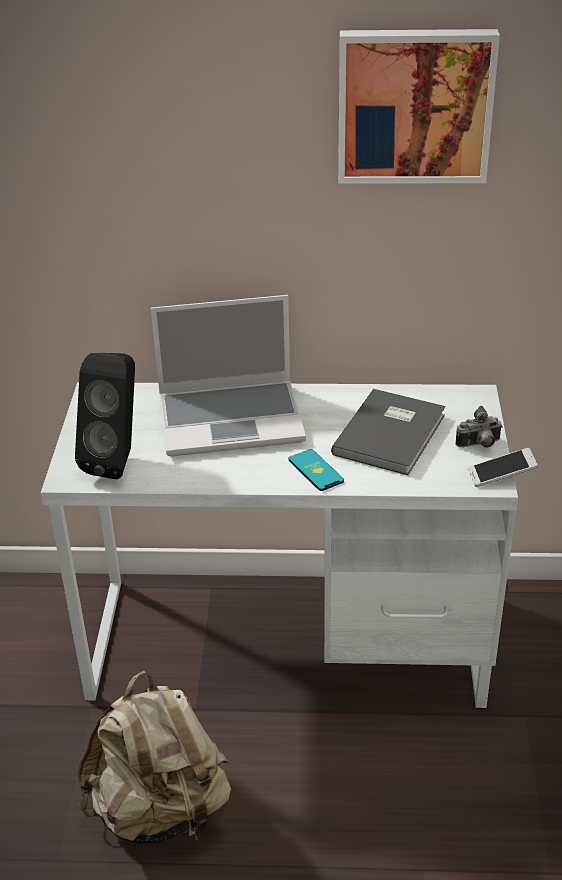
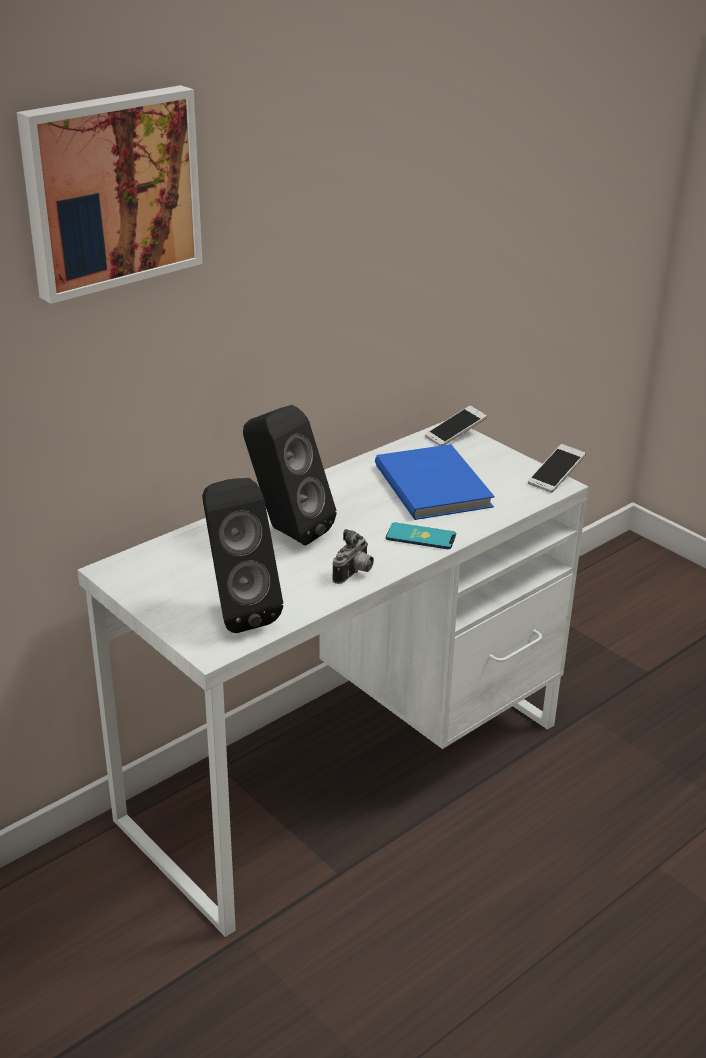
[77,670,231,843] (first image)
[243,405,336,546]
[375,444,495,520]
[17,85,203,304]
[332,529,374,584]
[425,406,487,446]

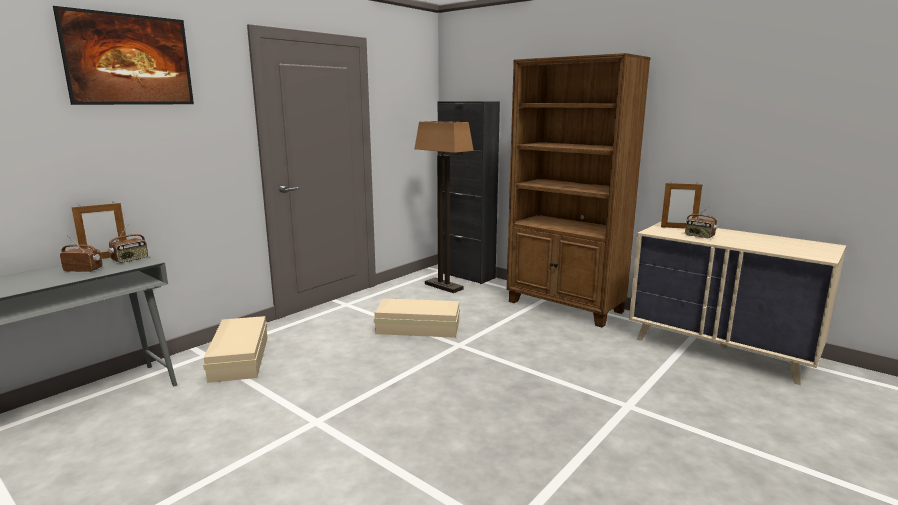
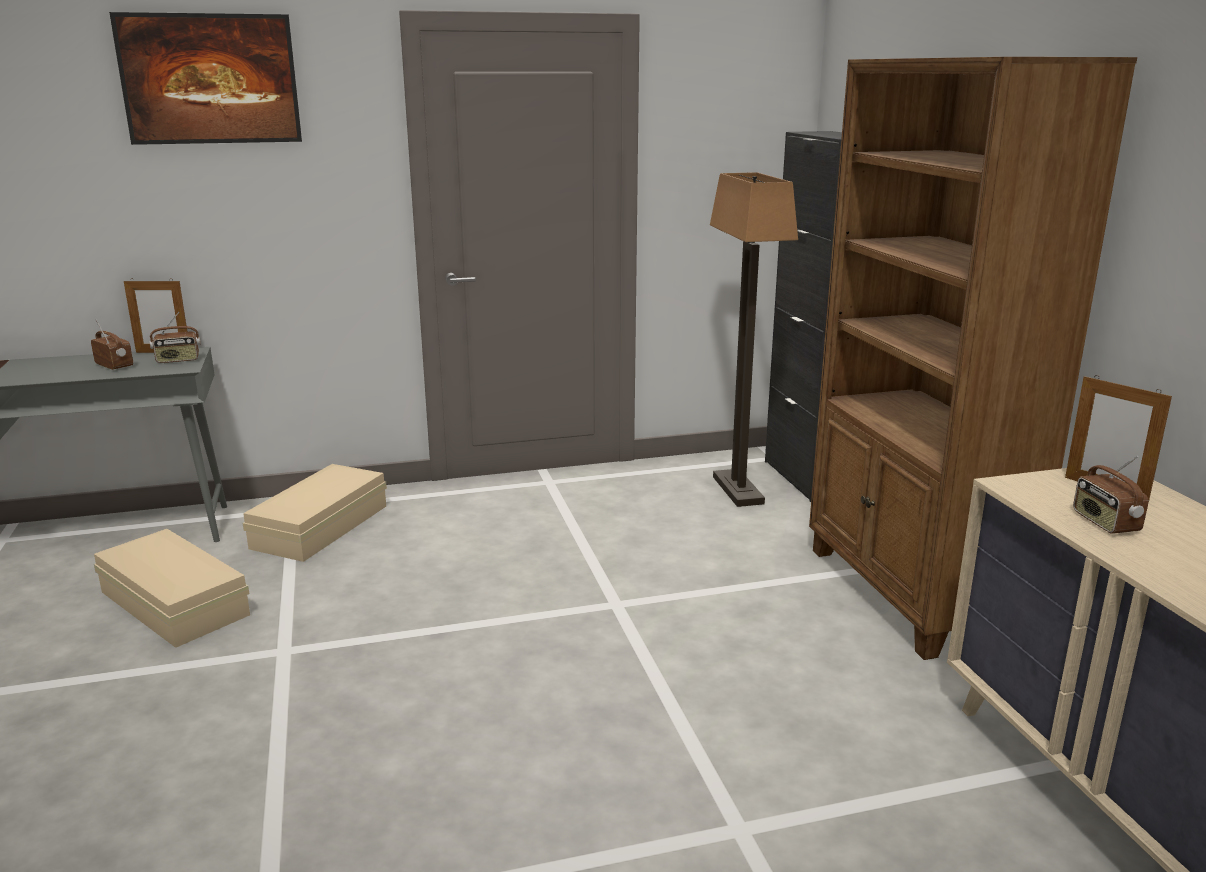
[94,529,250,648]

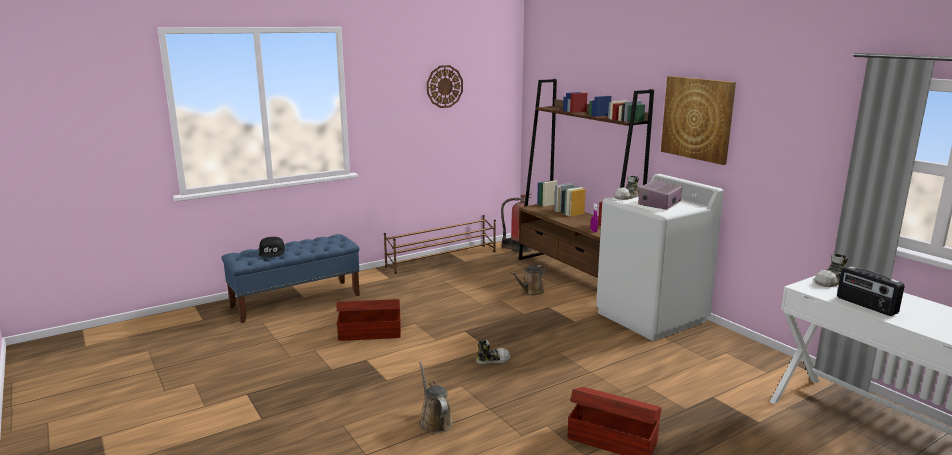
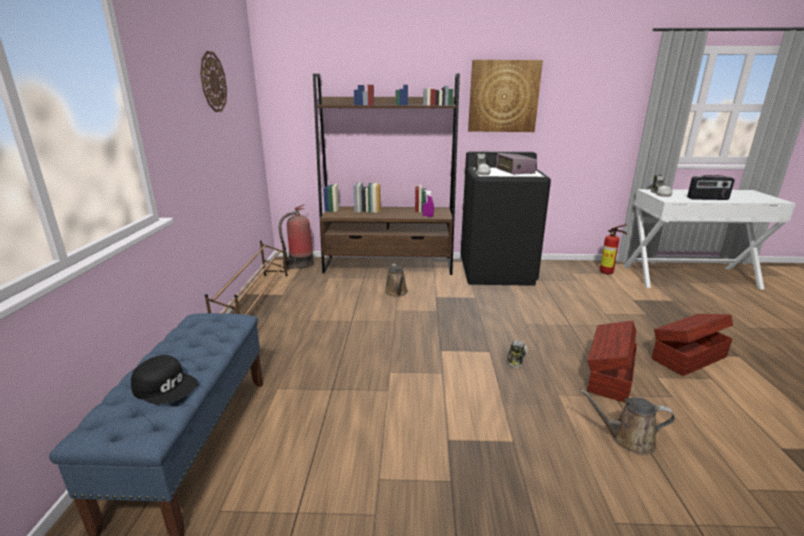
[587,321,637,403]
[461,152,551,286]
[600,224,628,274]

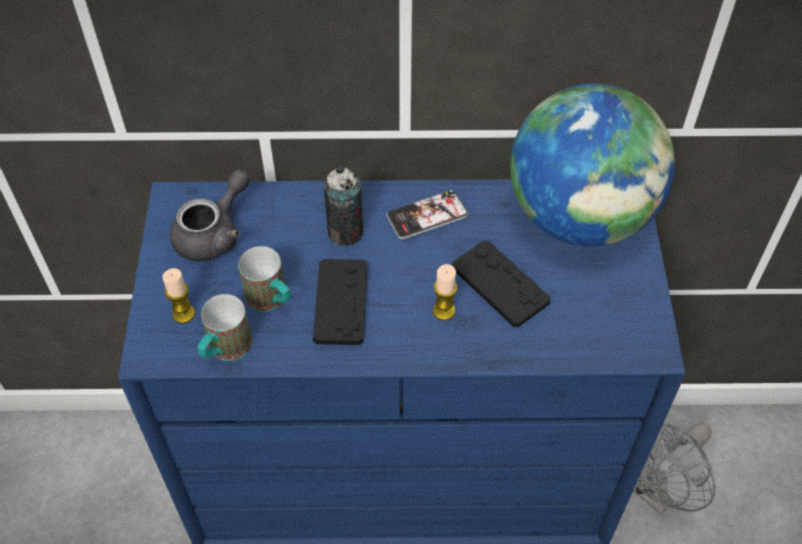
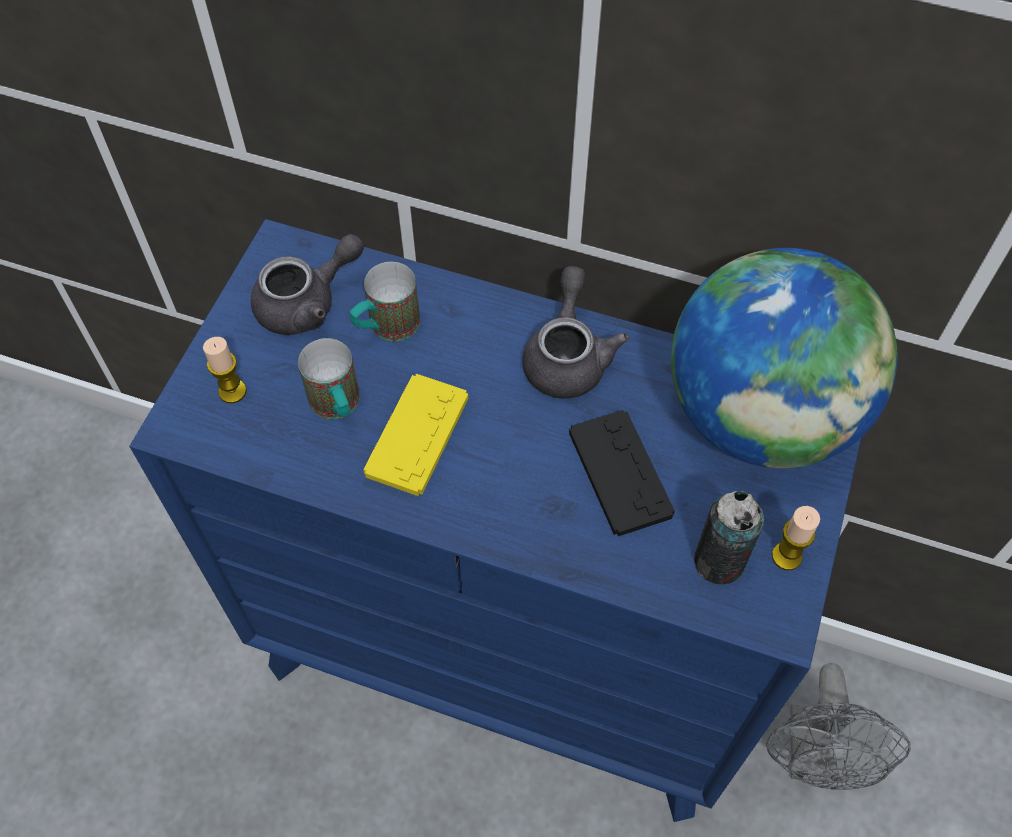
[350,262,420,341]
[363,374,468,496]
[694,491,764,585]
[522,266,629,399]
[772,506,820,570]
[766,663,911,790]

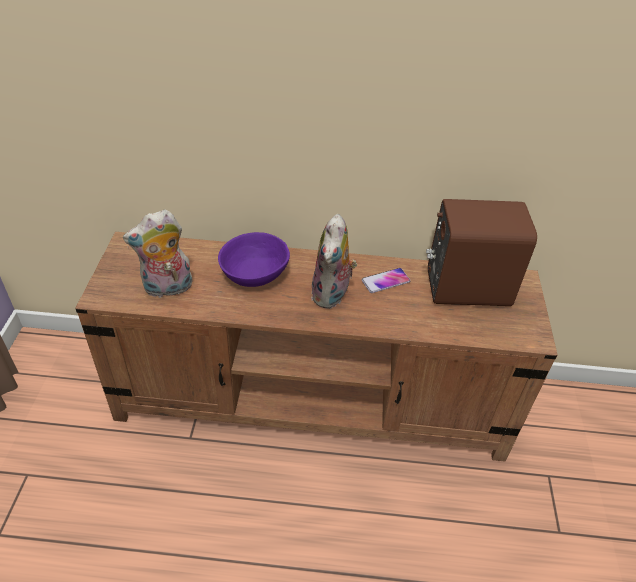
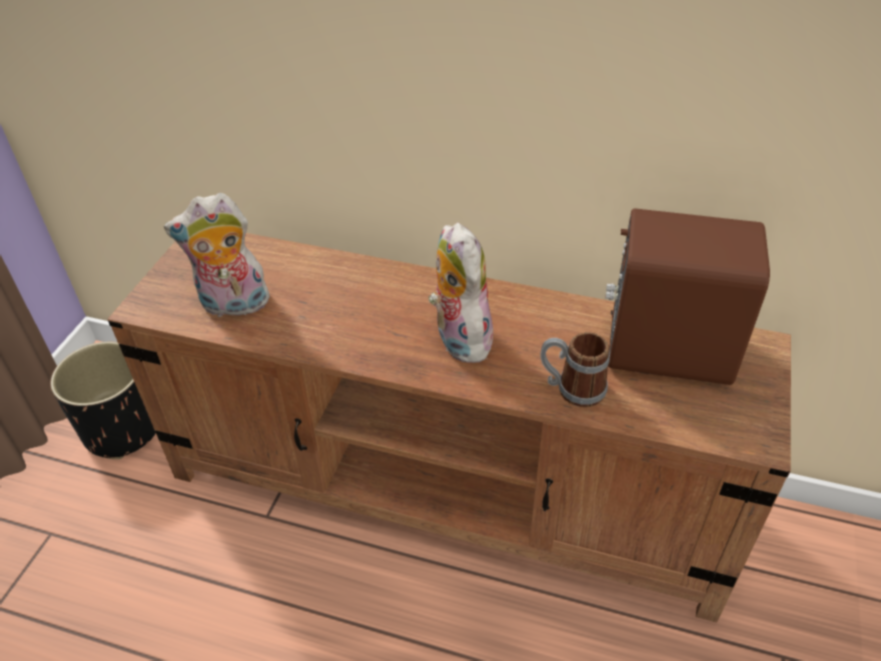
[218,232,290,287] (first image)
[428,222,494,363]
[362,268,410,293] (first image)
[50,342,156,459]
[540,332,610,407]

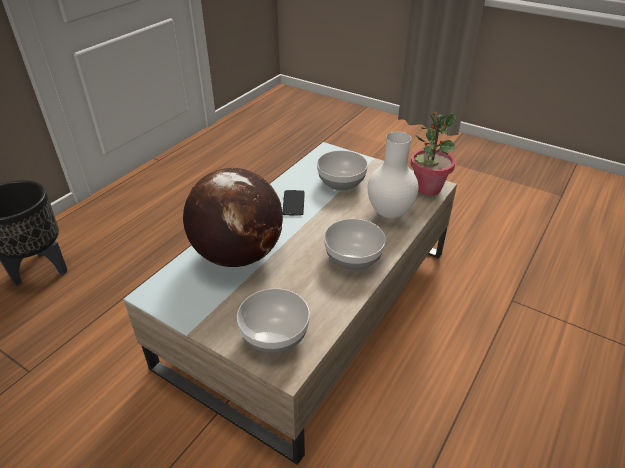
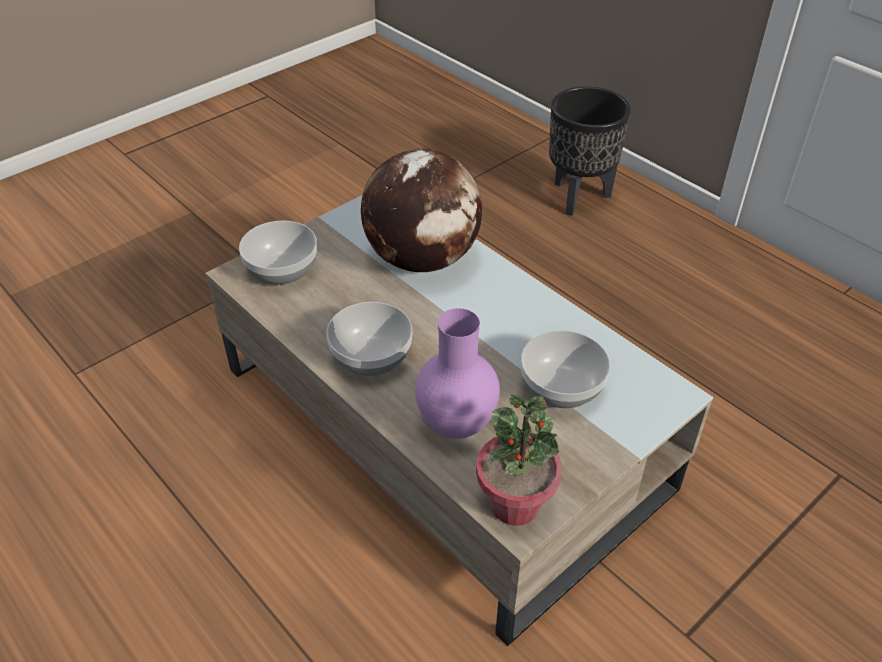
[282,190,305,215] (first image)
[415,308,500,439]

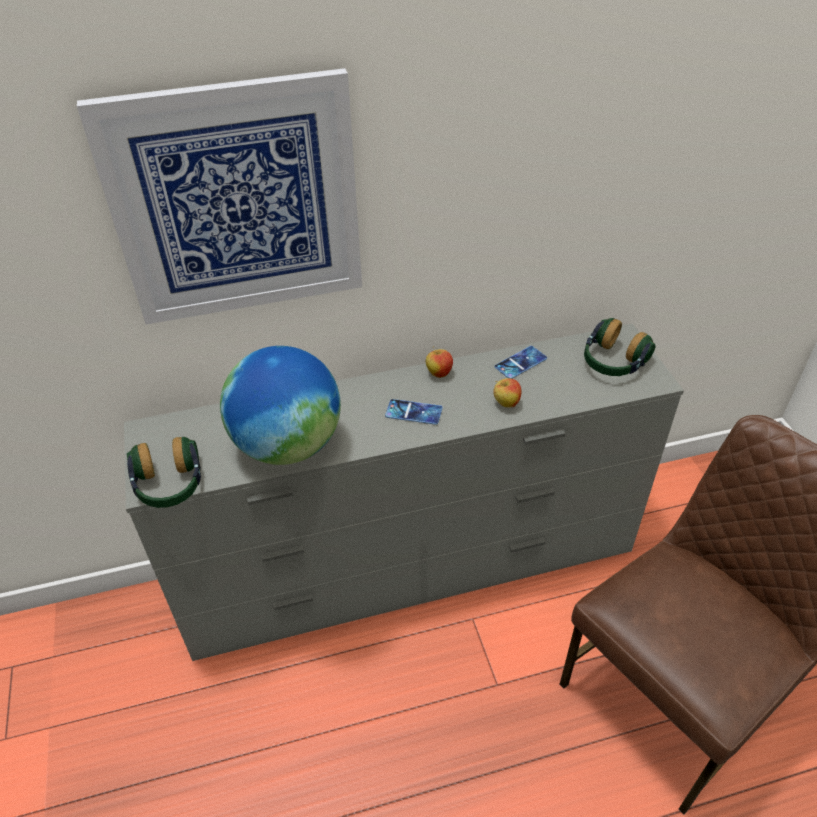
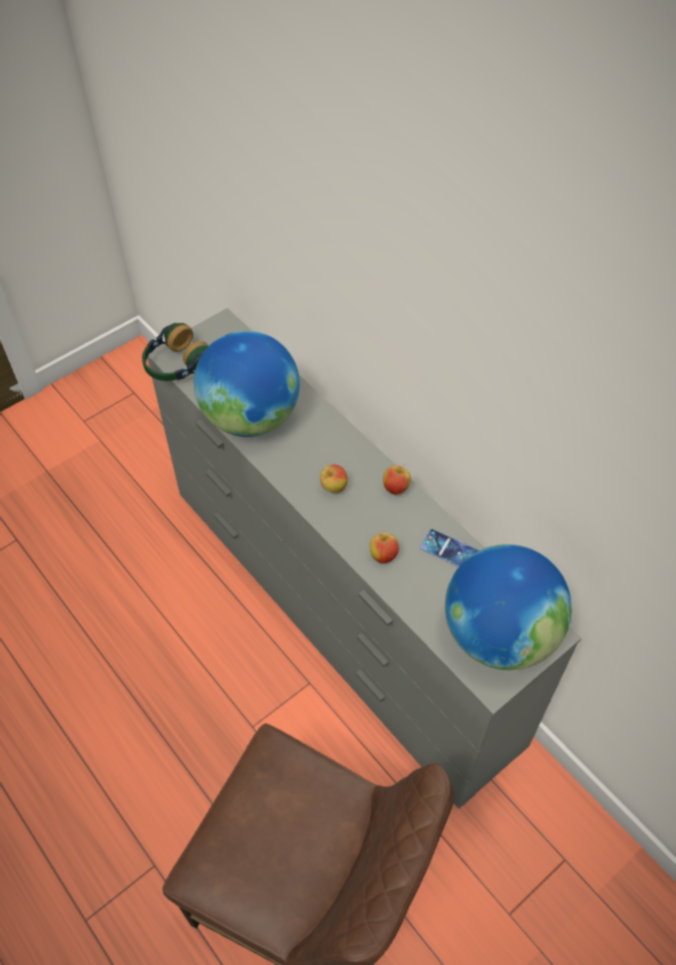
[77,68,362,324] (first image)
[320,465,348,493]
[445,544,572,670]

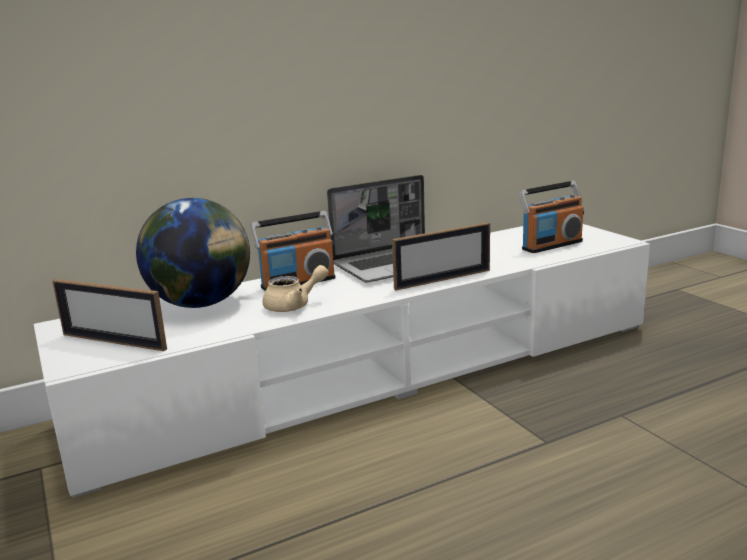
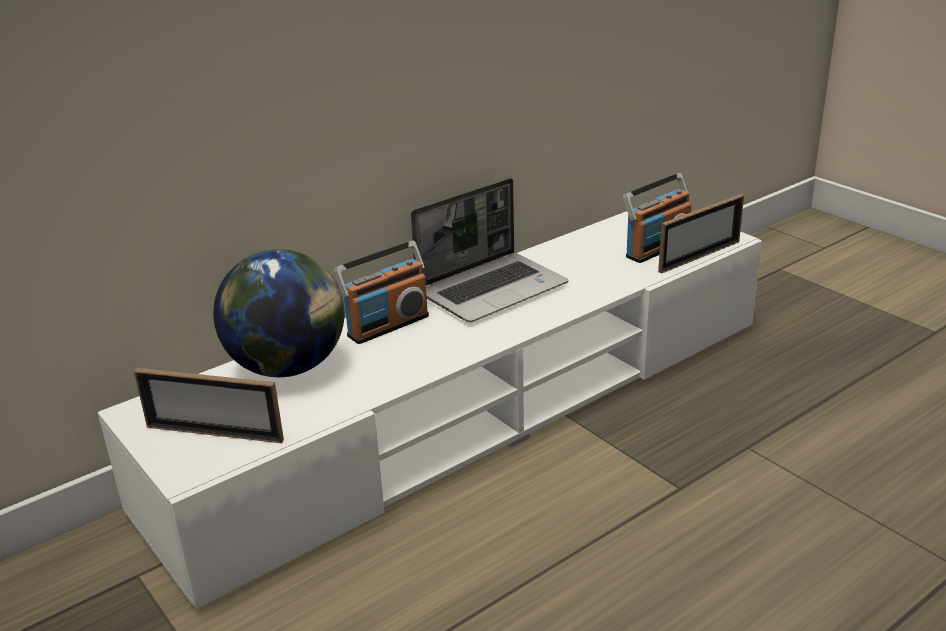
[262,265,328,312] (first image)
[658,194,744,274]

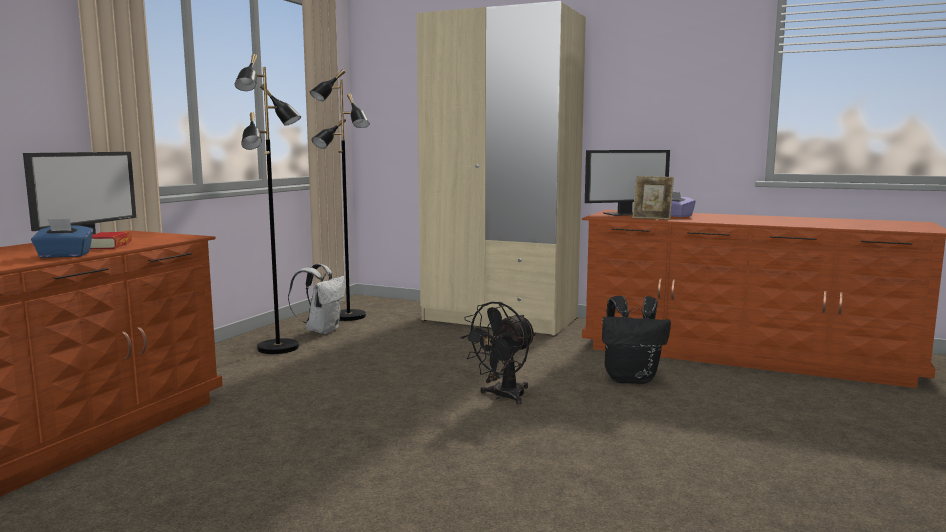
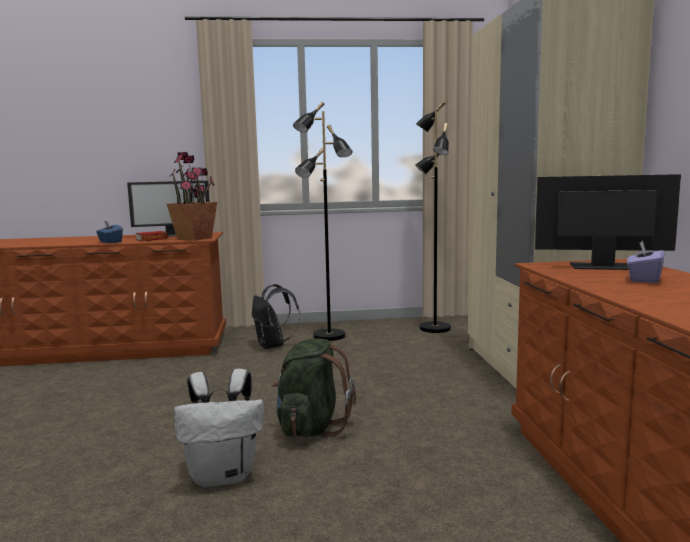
[174,369,264,487]
[272,338,356,437]
[535,174,681,270]
[252,284,300,349]
[632,176,674,220] (first image)
[167,152,217,241]

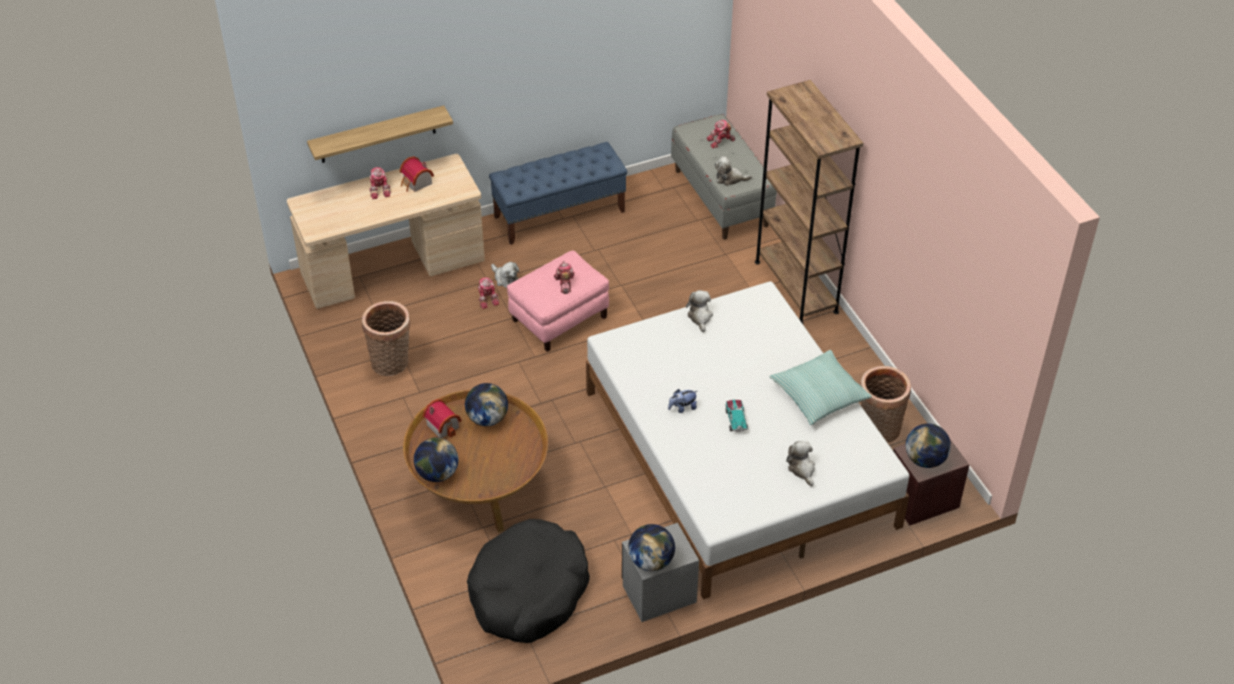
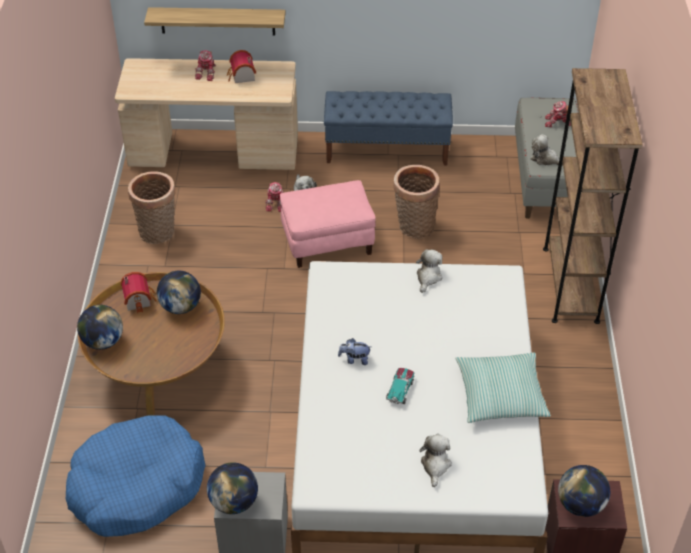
[66,415,206,537]
[554,261,575,294] (first image)
[393,165,440,239]

